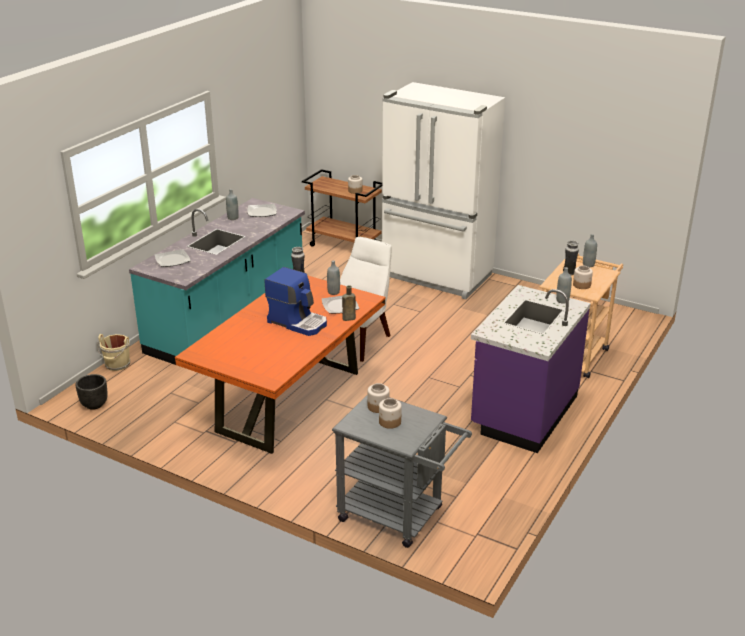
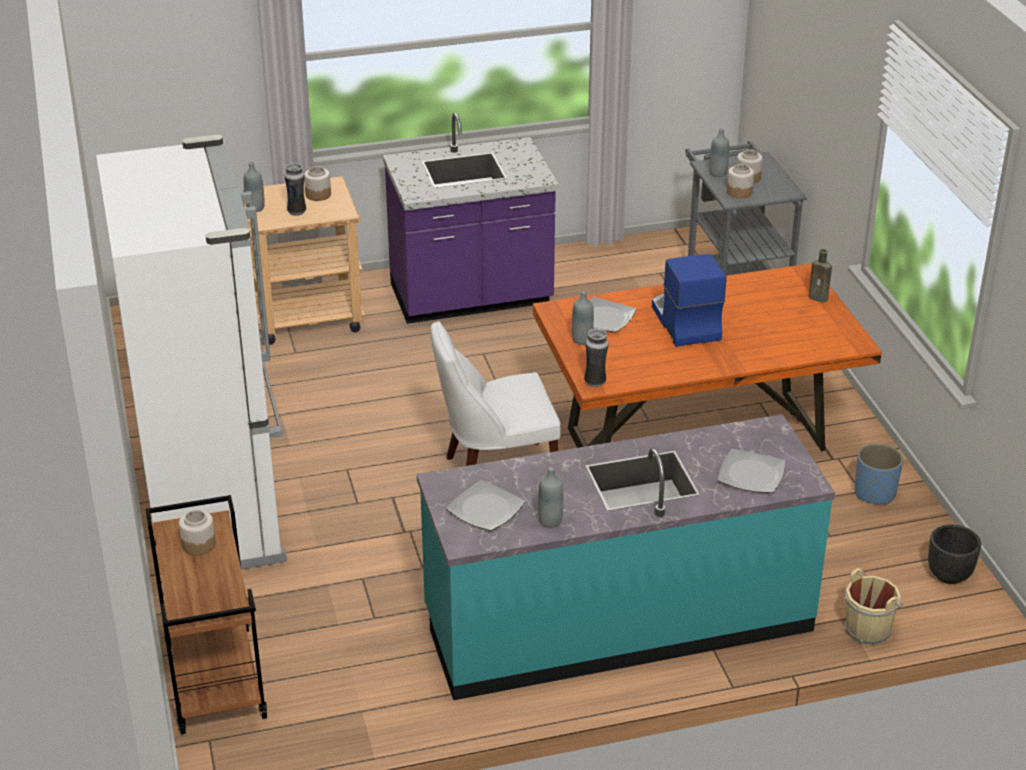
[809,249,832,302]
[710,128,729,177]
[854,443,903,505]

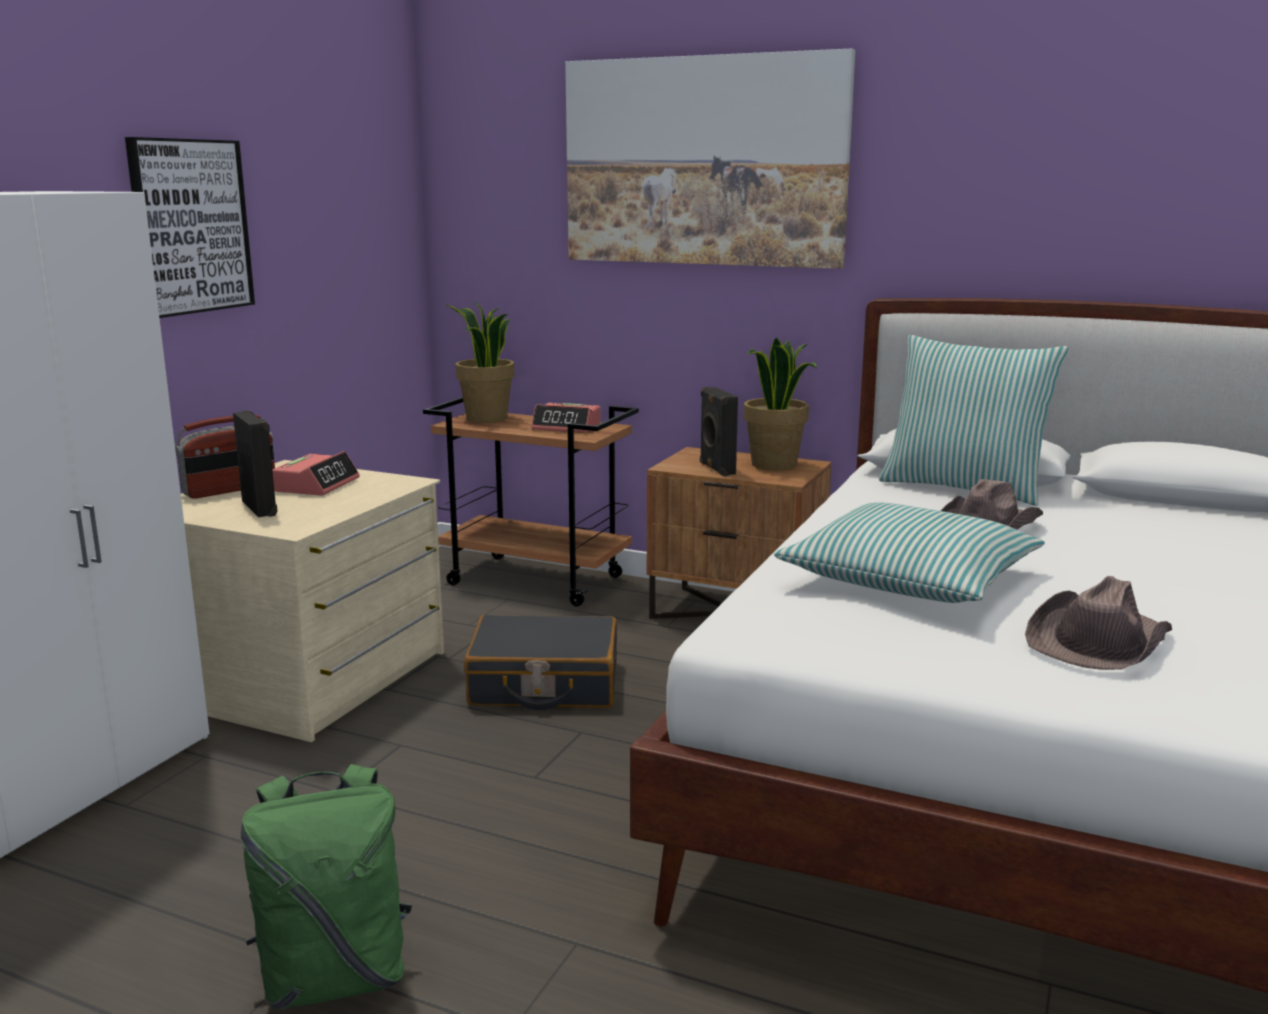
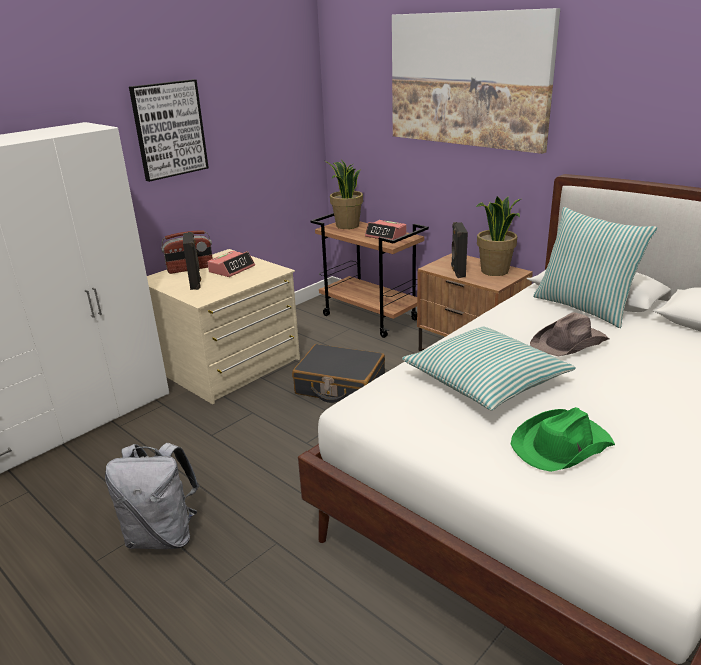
[105,443,199,549]
[511,407,615,472]

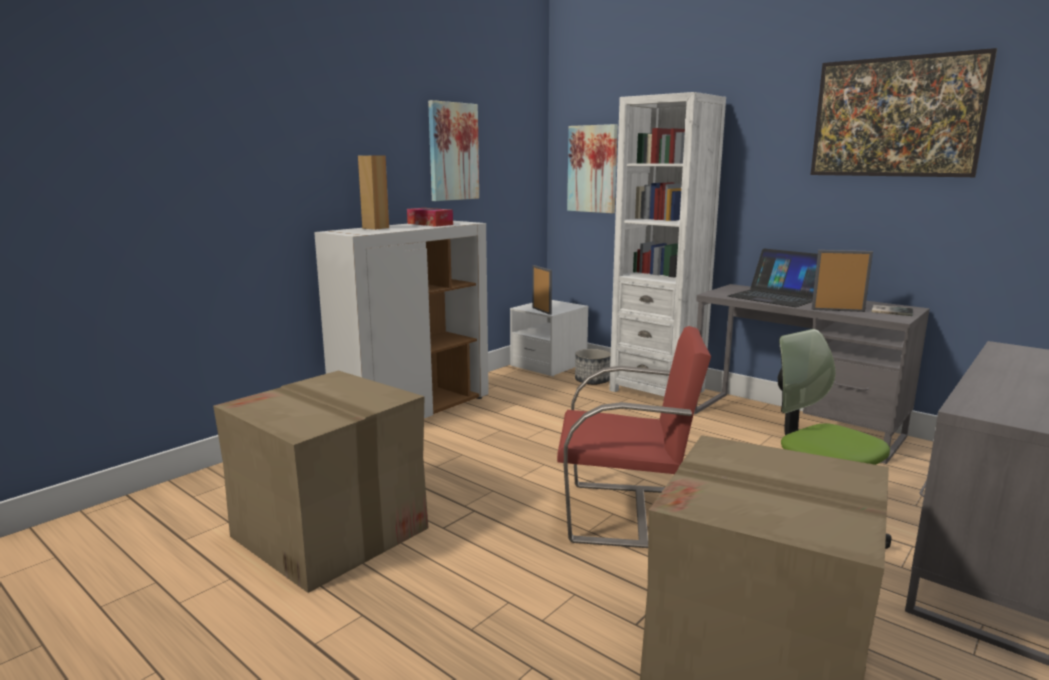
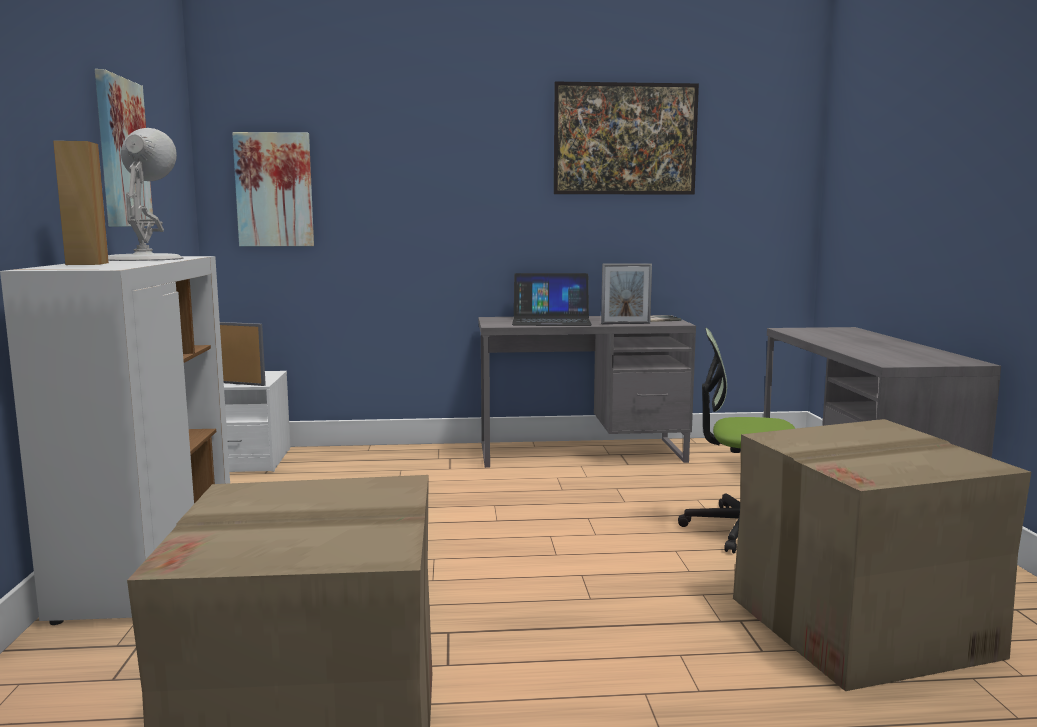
[108,128,183,261]
[557,326,711,548] (first image)
[575,349,611,385] (first image)
[609,92,726,396] (first image)
[601,263,652,324]

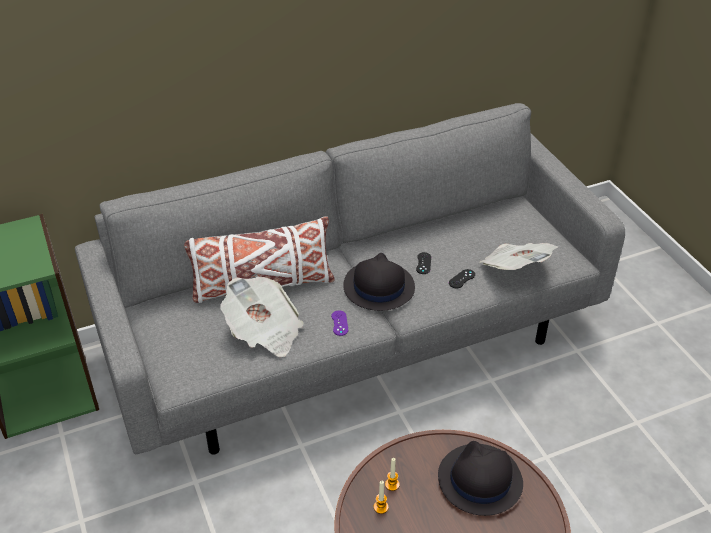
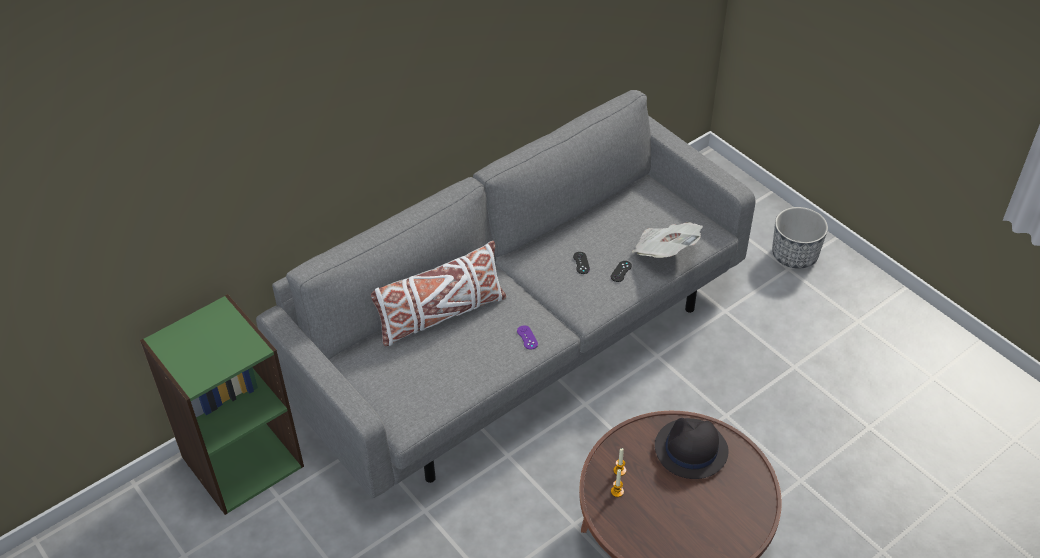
[220,277,304,357] (first image)
[343,253,415,311] (first image)
[772,207,828,269]

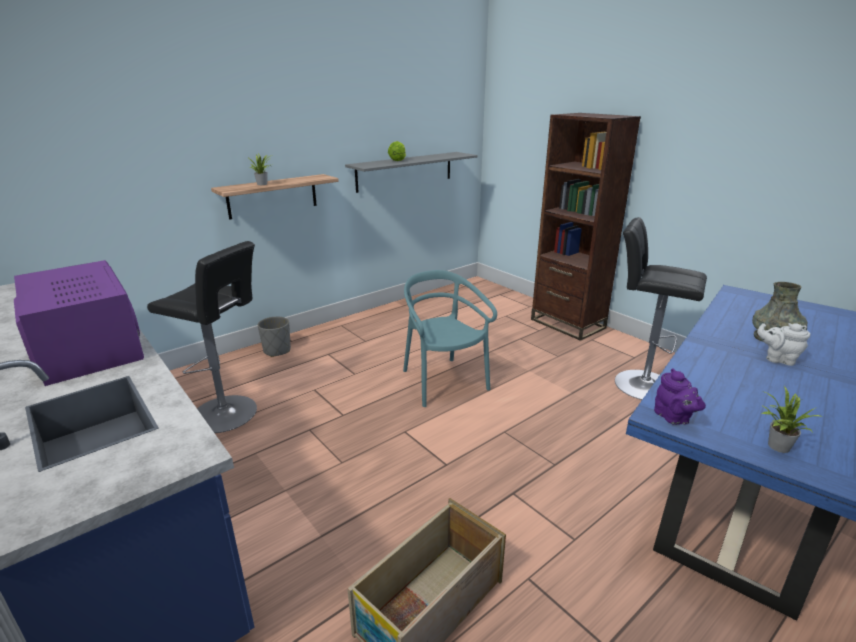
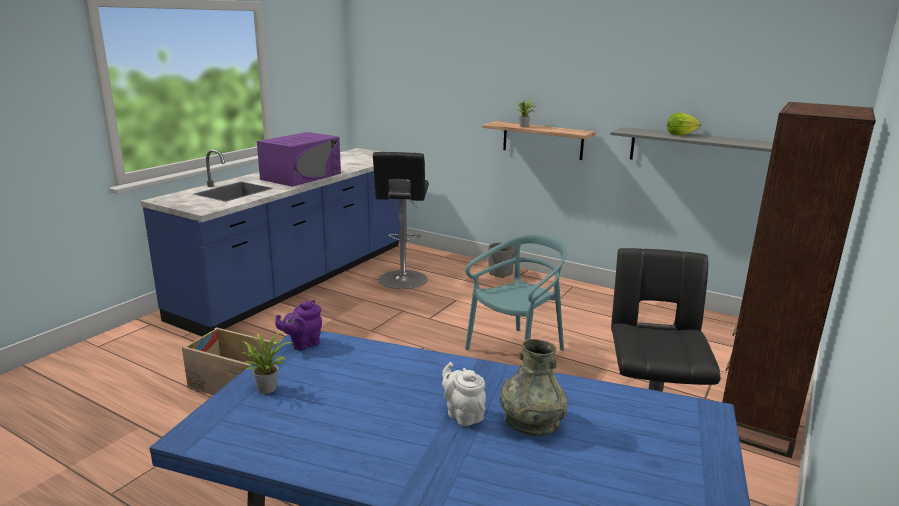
[442,362,486,426]

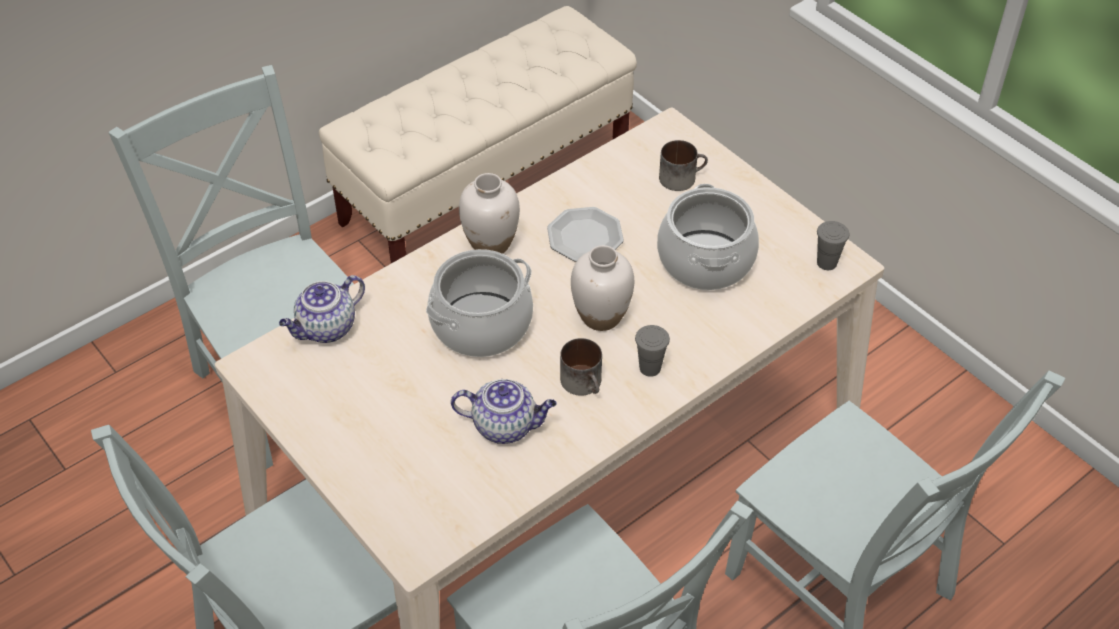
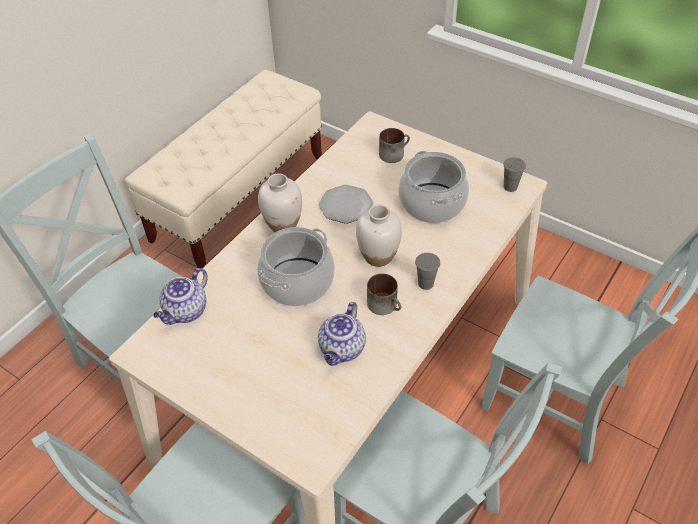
[318,302,366,366]

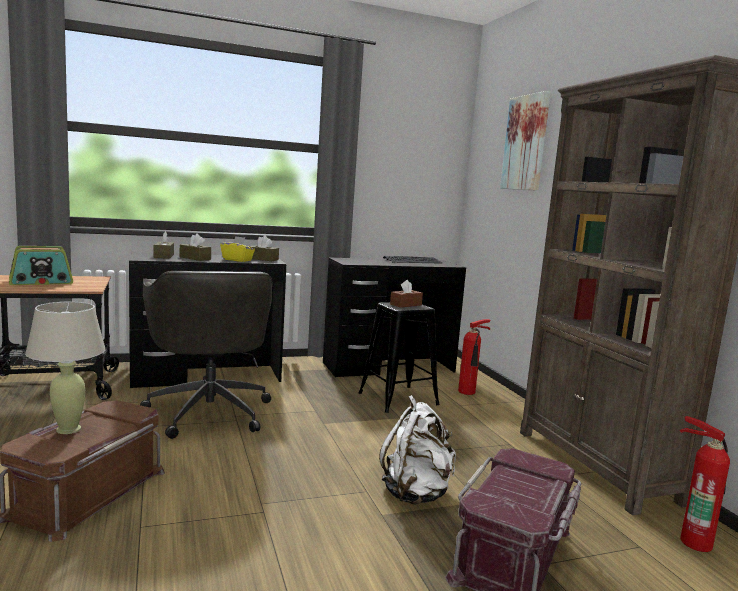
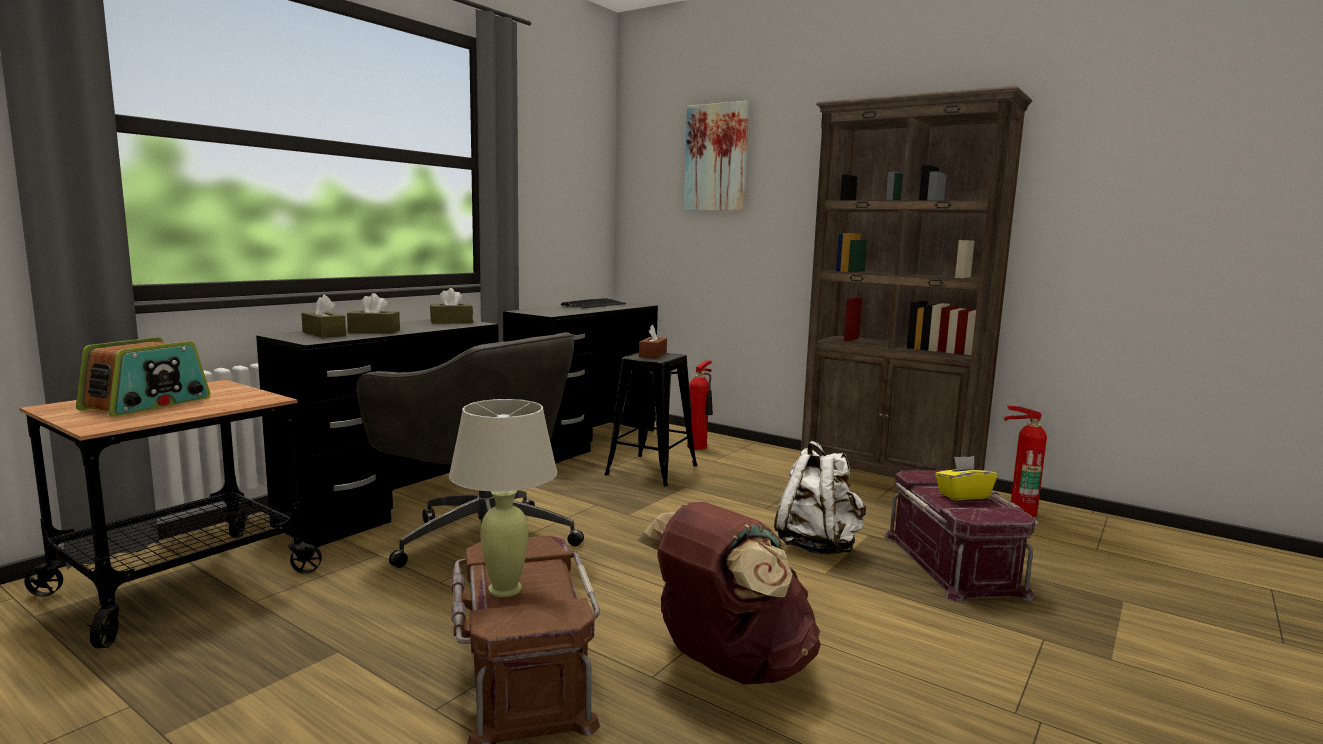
[935,456,997,500]
[637,502,821,685]

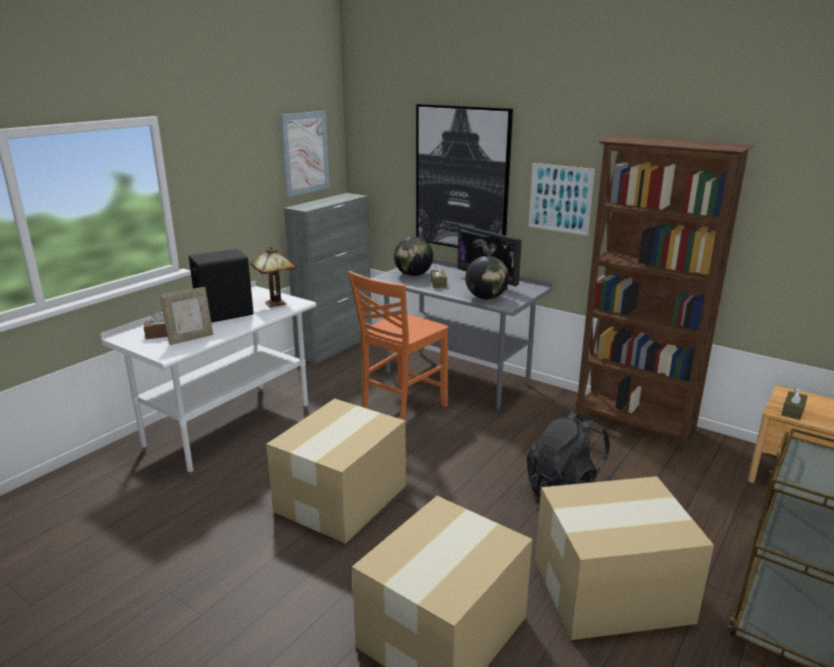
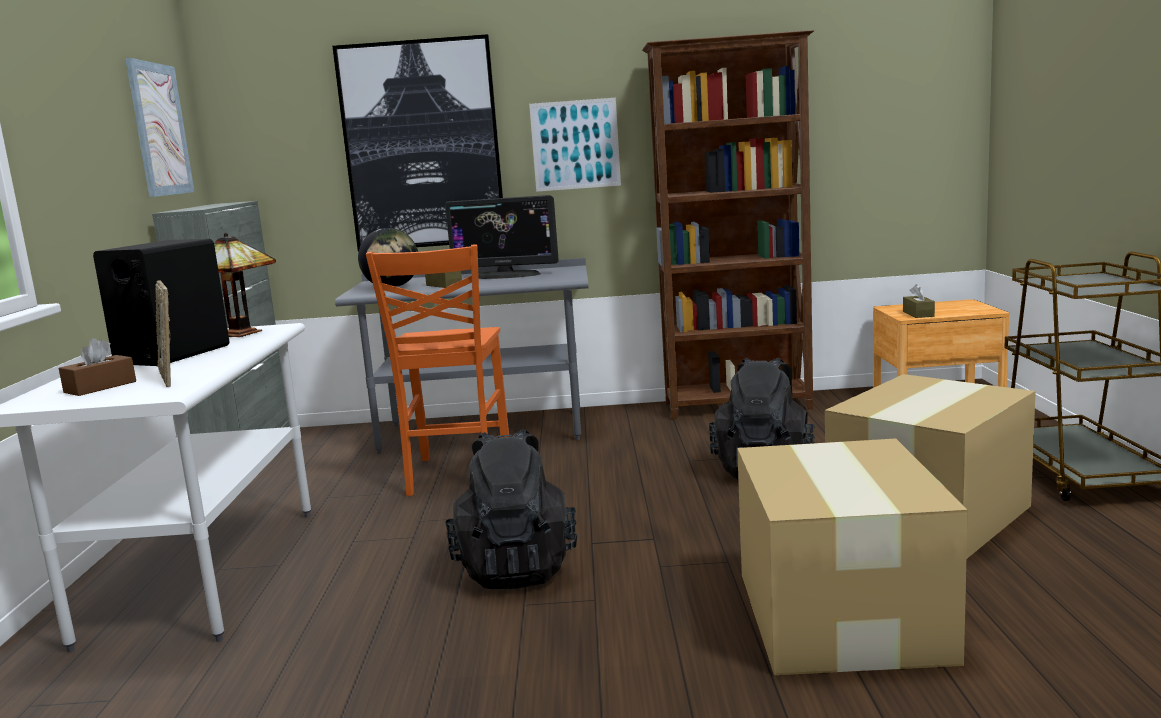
[155,281,171,387]
[445,429,577,589]
[465,256,509,299] (first image)

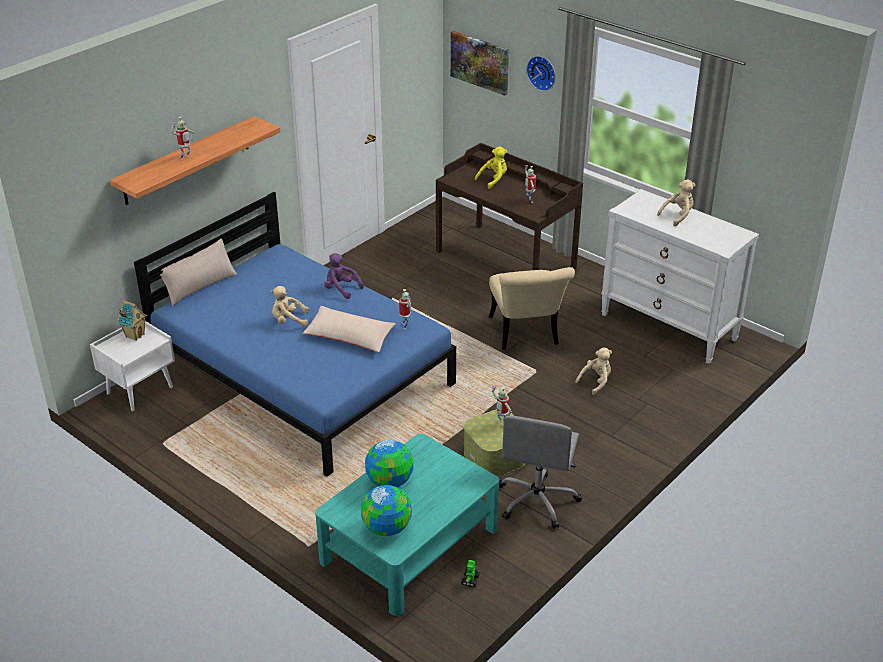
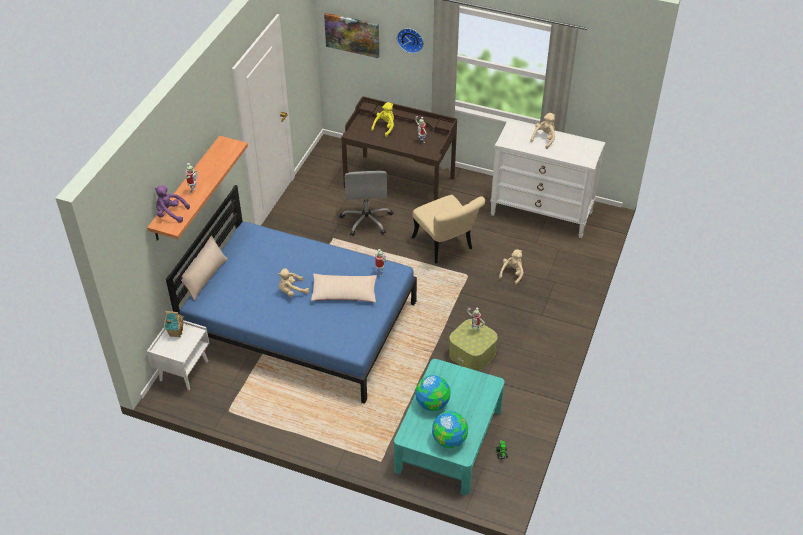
[155,185,190,223]
[339,171,393,236]

